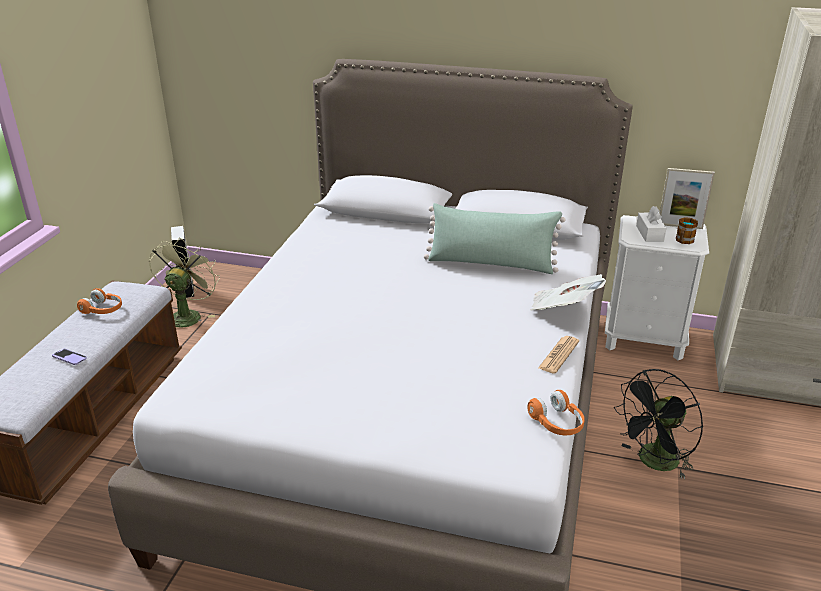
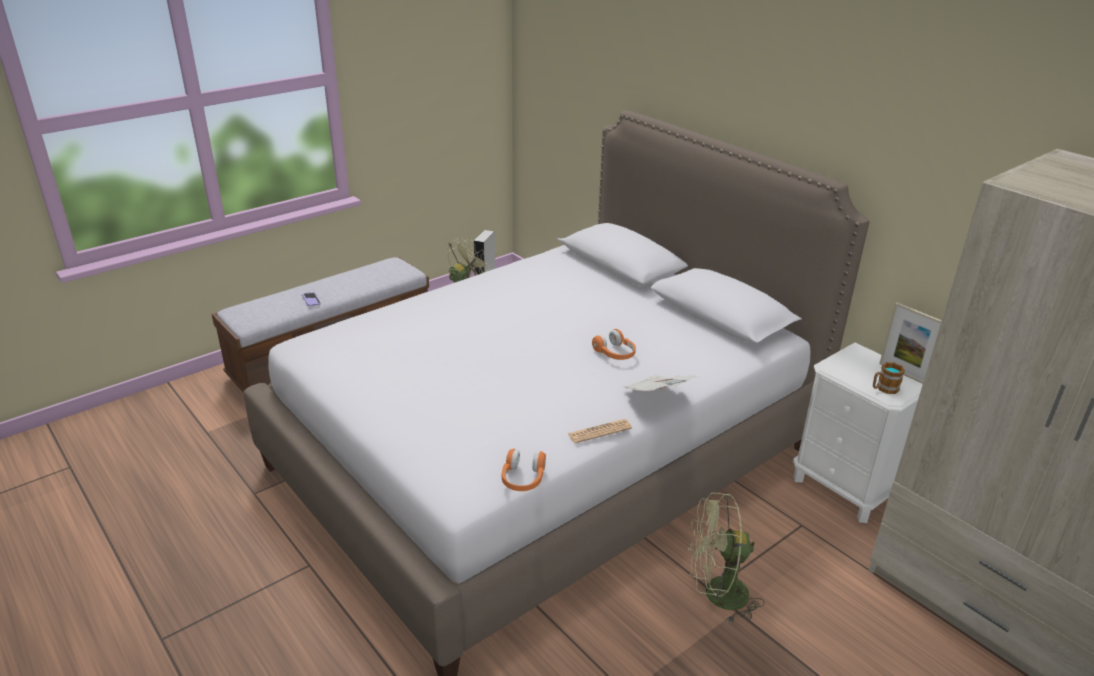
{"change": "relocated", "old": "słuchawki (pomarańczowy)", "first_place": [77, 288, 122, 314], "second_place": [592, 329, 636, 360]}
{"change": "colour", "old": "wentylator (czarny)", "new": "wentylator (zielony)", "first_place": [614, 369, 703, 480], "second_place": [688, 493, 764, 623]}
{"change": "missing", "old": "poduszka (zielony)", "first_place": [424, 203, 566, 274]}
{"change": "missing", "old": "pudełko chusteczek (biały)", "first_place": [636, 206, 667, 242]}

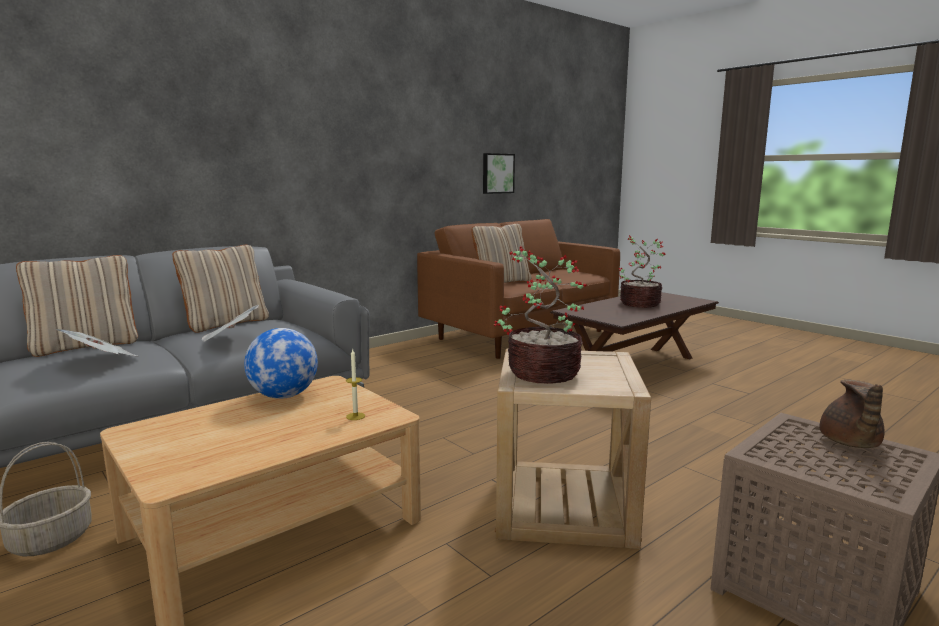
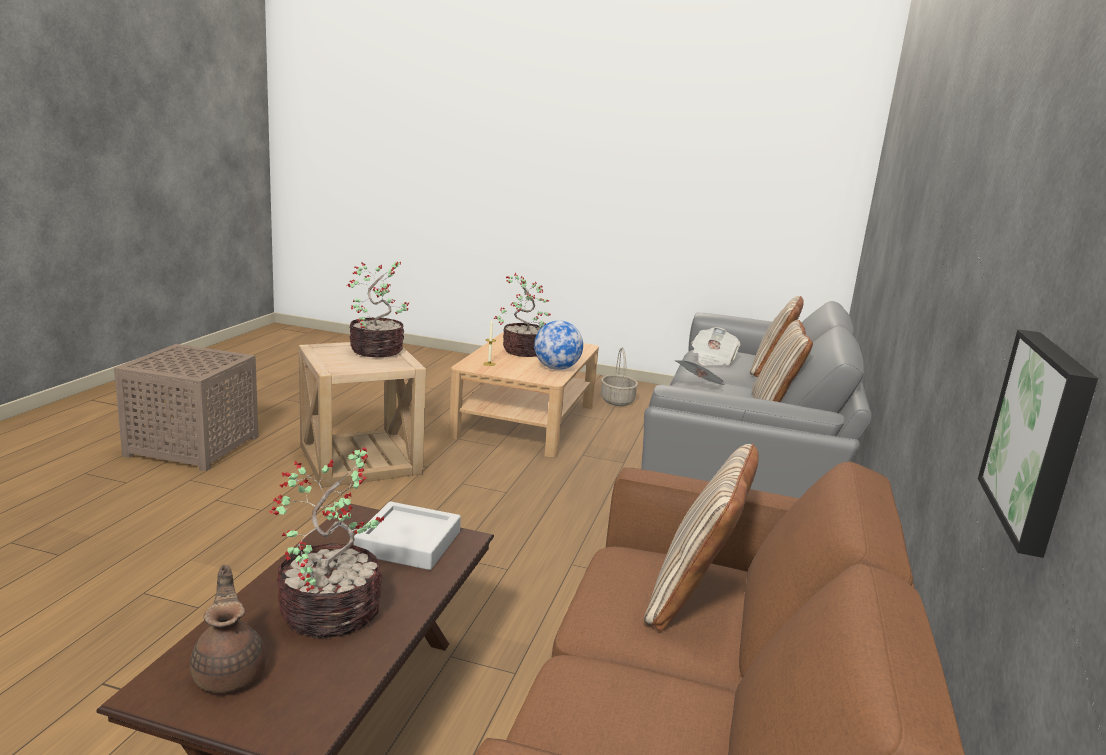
{"change": "relocated", "old": "imbryk (brązowy)", "first_place": [819, 380, 885, 448], "second_place": [190, 565, 266, 693]}
{"change": "appeared", "new": "taca (szary)", "second_place": [354, 501, 461, 570]}
{"change": "appeared", "new": "roślina doniczkowa", "second_place": [494, 273, 551, 357]}

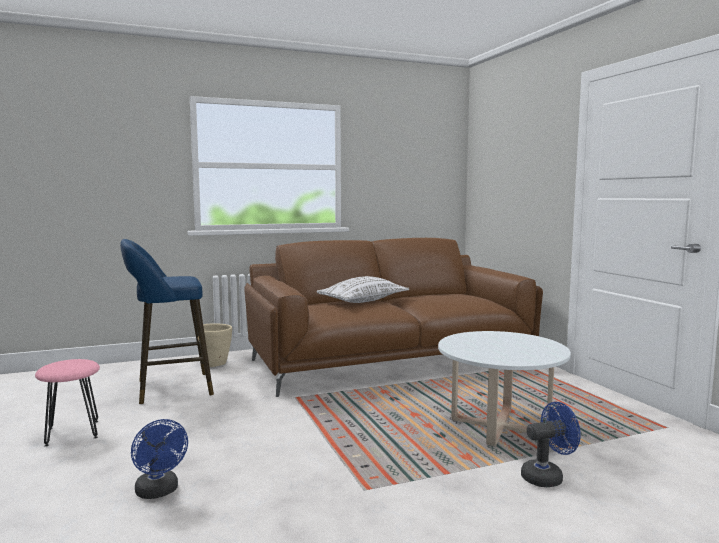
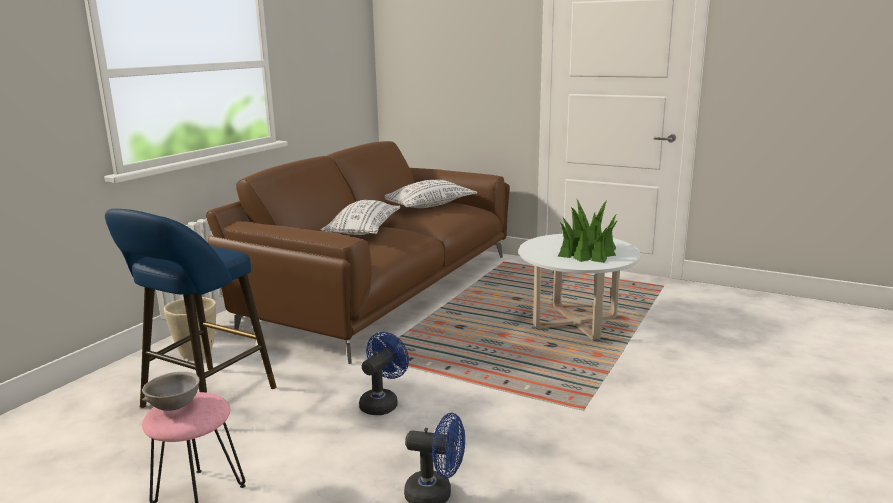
{"change": "appeared", "new": "miska (szary)", "second_place": [142, 372, 200, 411]}
{"change": "relocated", "old": "wentylator (niebieski)", "first_place": [521, 402, 581, 487], "second_place": [359, 332, 409, 415]}
{"change": "appeared", "new": "poduszka (biały)", "second_place": [384, 180, 477, 208]}
{"change": "appeared", "new": "roślina doniczkowa", "second_place": [557, 199, 618, 263]}

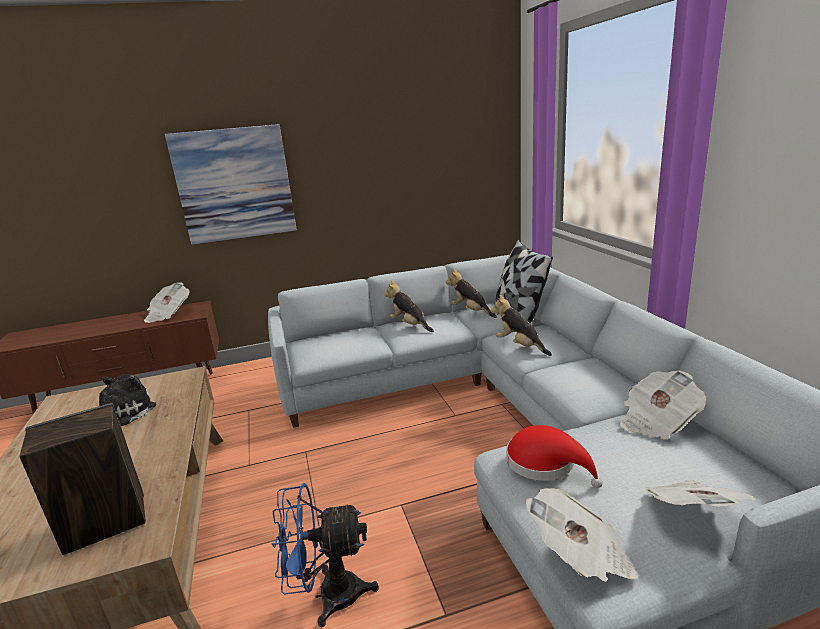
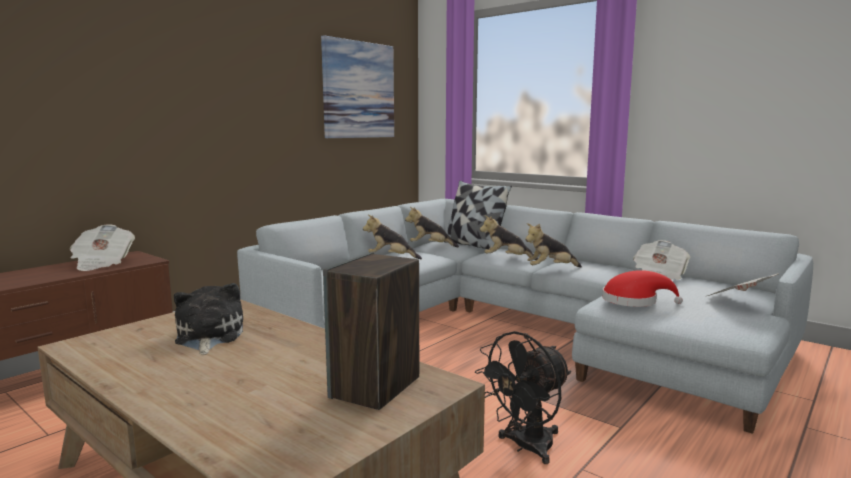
{"change": "relocated", "old": "obraz", "first_place": [165, 124, 297, 244], "second_place": [321, 35, 394, 138]}
{"change": "colour", "old": "wentylator (niebieski)", "new": "wentylator (czarny)", "first_place": [272, 483, 379, 627], "second_place": [475, 331, 571, 464]}
{"change": "appeared", "new": "pluszak", "second_place": [525, 223, 582, 267]}
{"change": "missing", "old": "gazeta", "first_place": [526, 488, 638, 582]}

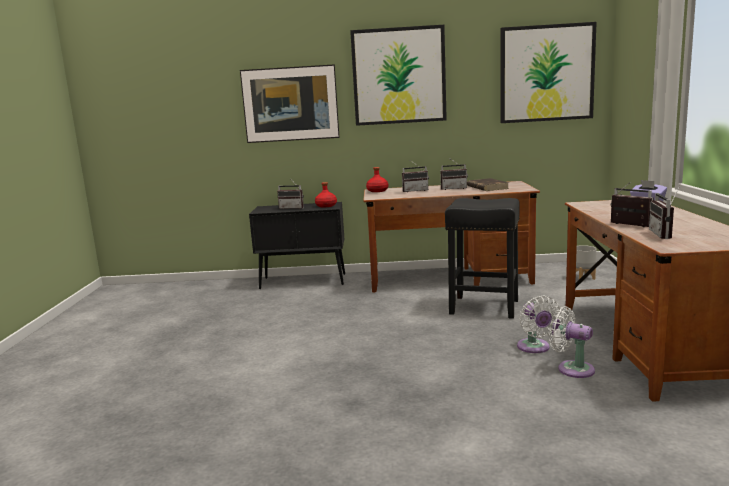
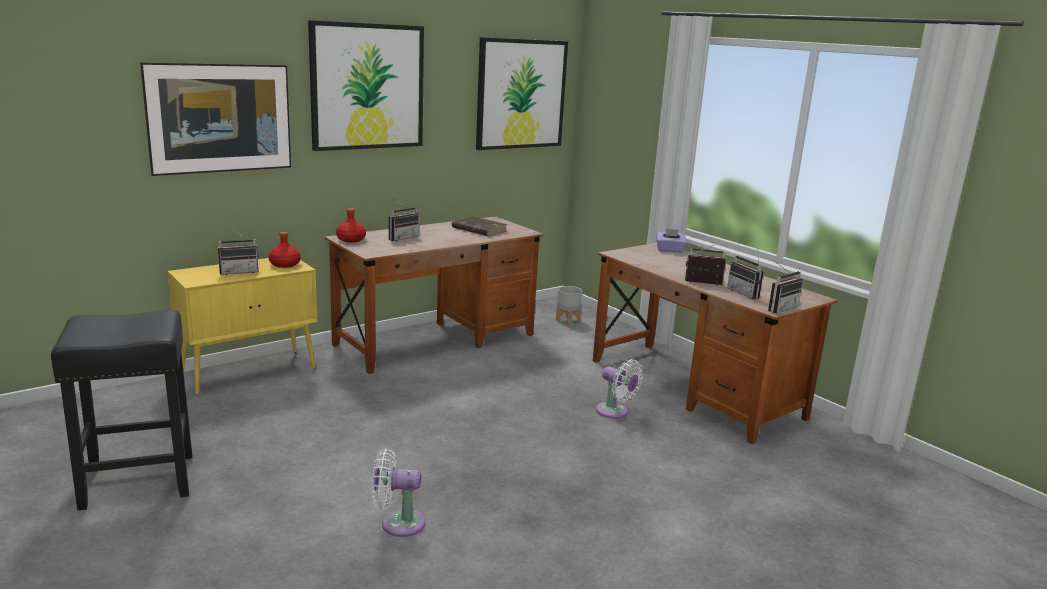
{"change": "relocated", "old": "stołek (czarny)", "first_place": [445, 198, 520, 319], "second_place": [51, 310, 192, 511]}
{"change": "colour", "old": "szafka (czarny)", "new": "szafka (żółty)", "first_place": [249, 202, 345, 289], "second_place": [168, 258, 317, 395]}
{"change": "relocated", "old": "wentylator (biały)", "first_place": [549, 306, 595, 378], "second_place": [372, 449, 425, 537]}
{"change": "relocated", "old": "radio", "first_place": [440, 159, 468, 190], "second_place": [768, 261, 803, 313]}

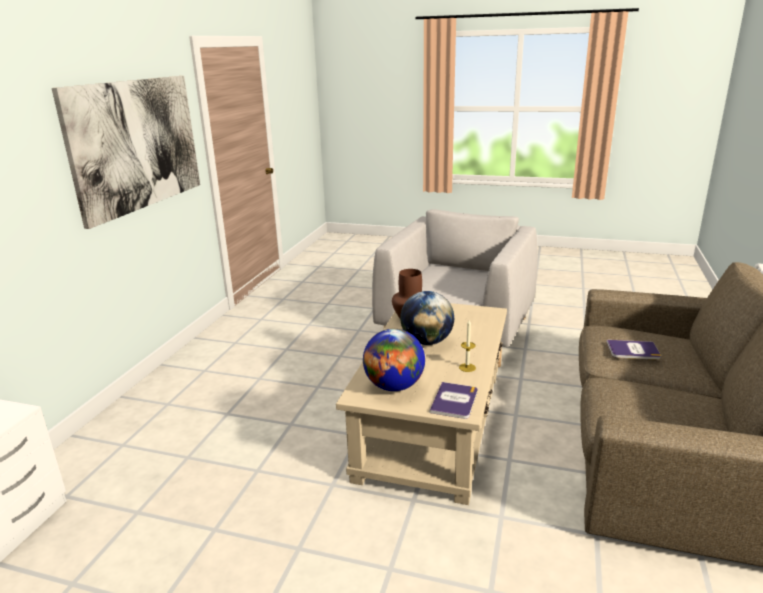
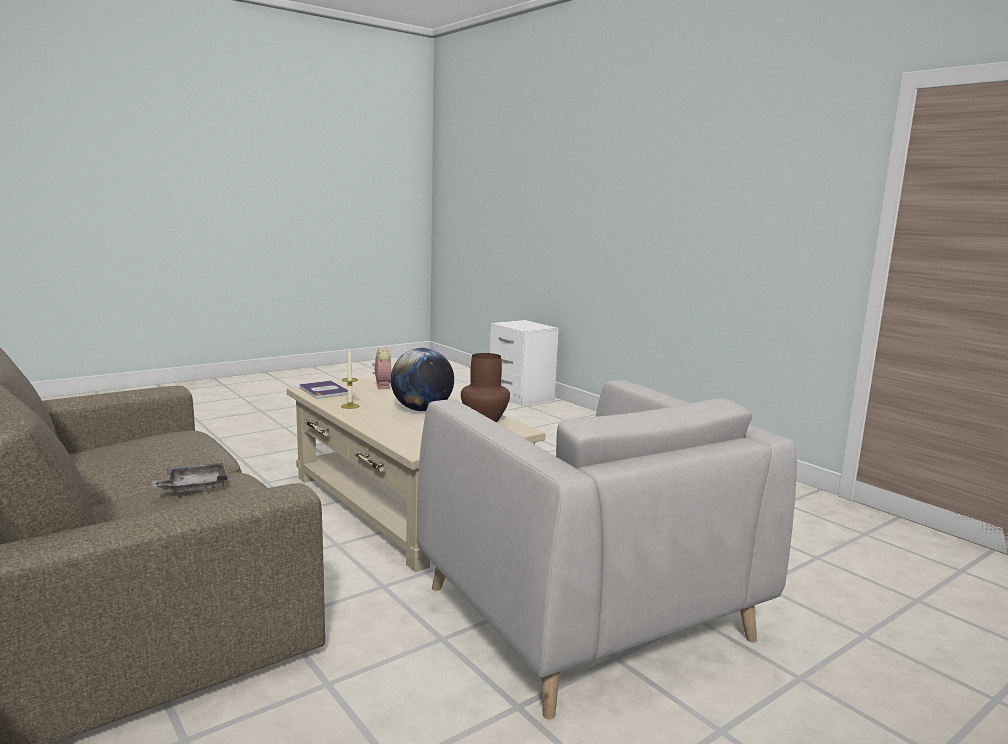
{"change": "exchanged", "old": "książka", "new": "taca (szary)", "first_place": [607, 340, 661, 360], "second_place": [152, 463, 227, 492]}
{"change": "exchanged", "old": "globus", "new": "budzik", "first_place": [363, 329, 425, 391], "second_place": [373, 347, 392, 389]}
{"change": "missing", "old": "obraz", "first_place": [52, 76, 200, 229]}

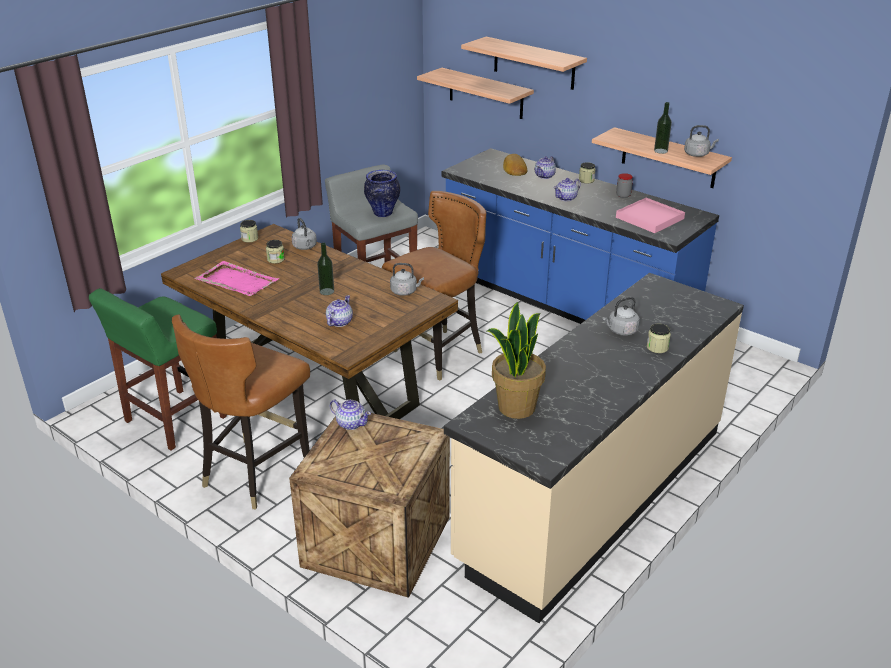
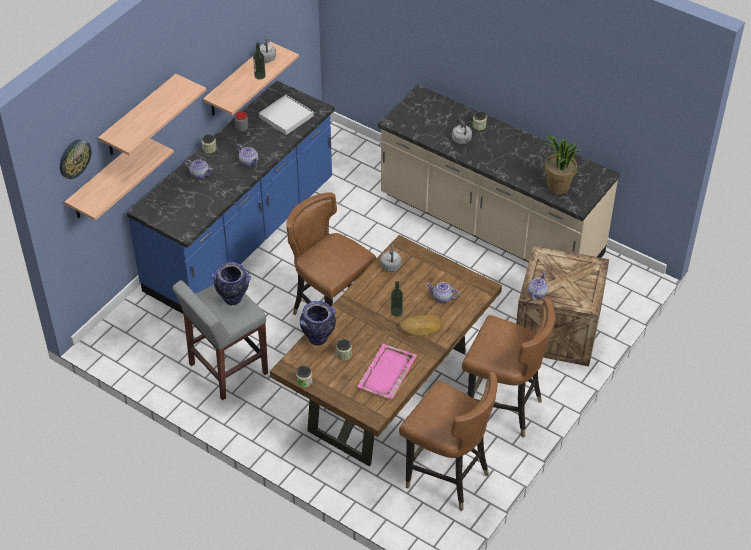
{"change": "appeared", "new": "zegar ścienny", "second_place": [60, 139, 91, 179]}
{"change": "colour", "old": "taca (różowy)", "new": "taca (biały)", "first_place": [616, 198, 685, 233], "second_place": [259, 95, 314, 135]}
{"change": "exchanged", "old": "czajnik (szary)", "new": "wazon", "first_place": [292, 218, 317, 250], "second_place": [299, 301, 336, 346]}
{"change": "relocated", "old": "chleb", "first_place": [503, 154, 527, 176], "second_place": [399, 315, 443, 336]}
{"change": "exchanged", "old": "stołek (zielony)", "new": "krzesło (brązowy)", "first_place": [89, 288, 227, 450], "second_place": [399, 372, 497, 511]}

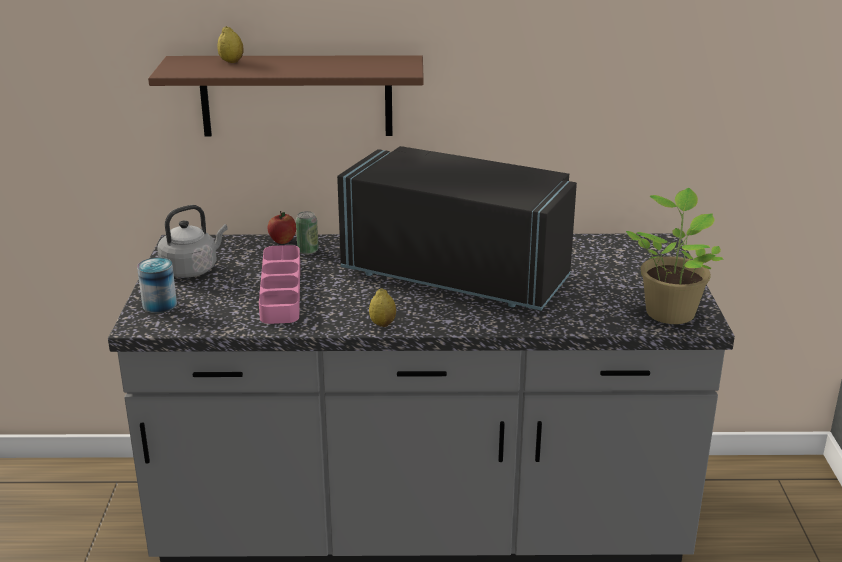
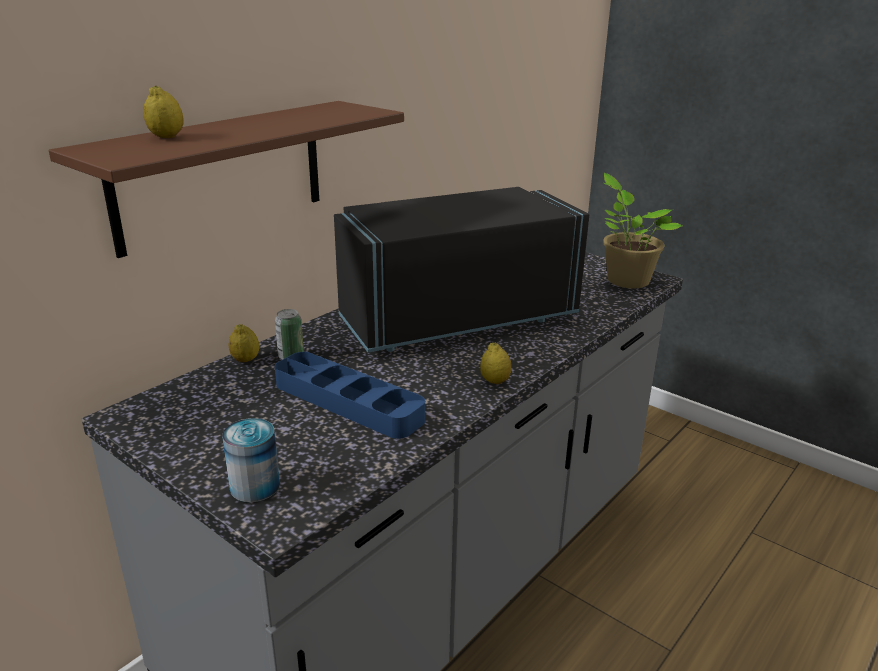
{"change": "exchanged", "old": "jabłko", "new": "cytryna", "first_place": [268, 211, 296, 244], "second_place": [229, 324, 260, 362]}
{"change": "colour", "old": "taca (różowy)", "new": "taca (niebieski)", "first_place": [259, 245, 300, 324], "second_place": [275, 352, 425, 439]}
{"change": "missing", "old": "czajnik (szary)", "first_place": [157, 205, 228, 278]}

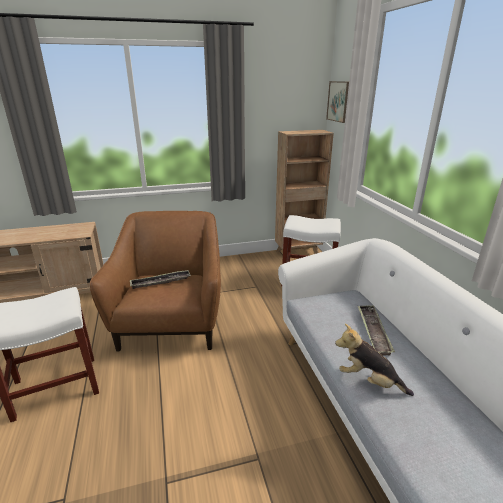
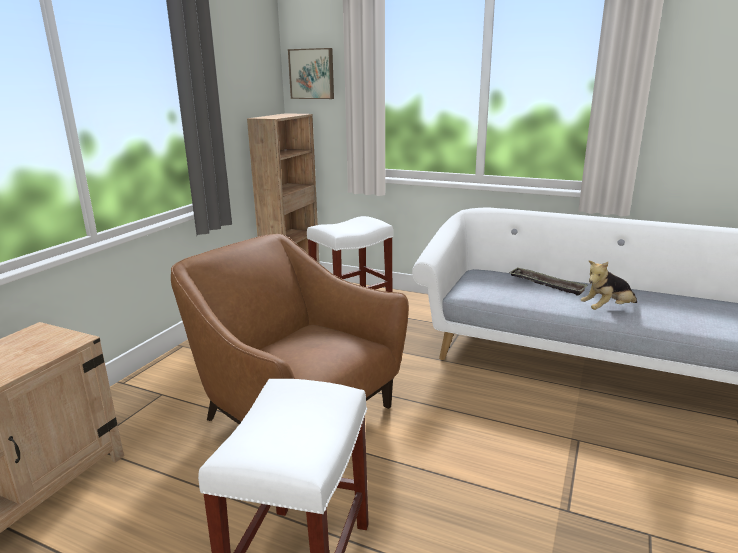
{"change": "missing", "old": "taca", "first_place": [130, 270, 191, 289]}

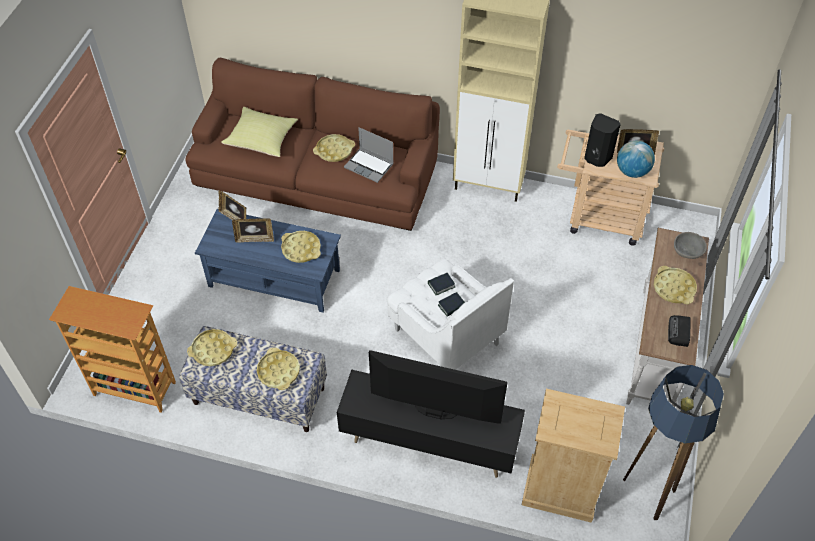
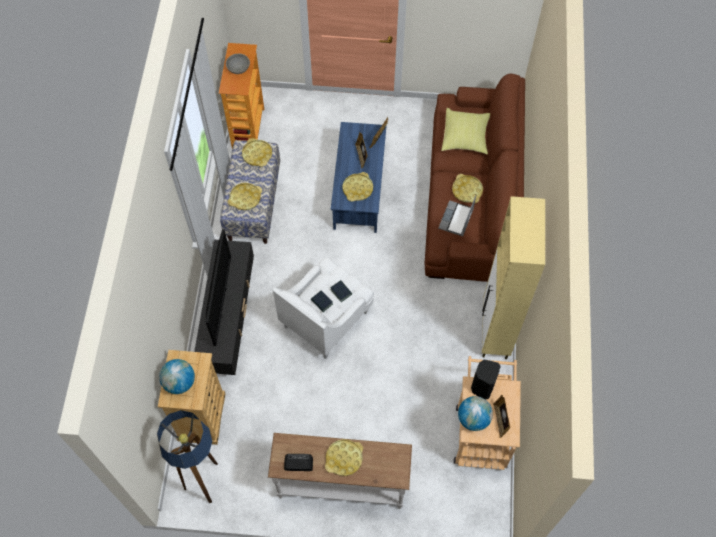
{"change": "appeared", "new": "globus", "second_place": [159, 359, 195, 394]}
{"change": "relocated", "old": "miska (szary)", "first_place": [674, 232, 707, 259], "second_place": [226, 54, 250, 74]}

